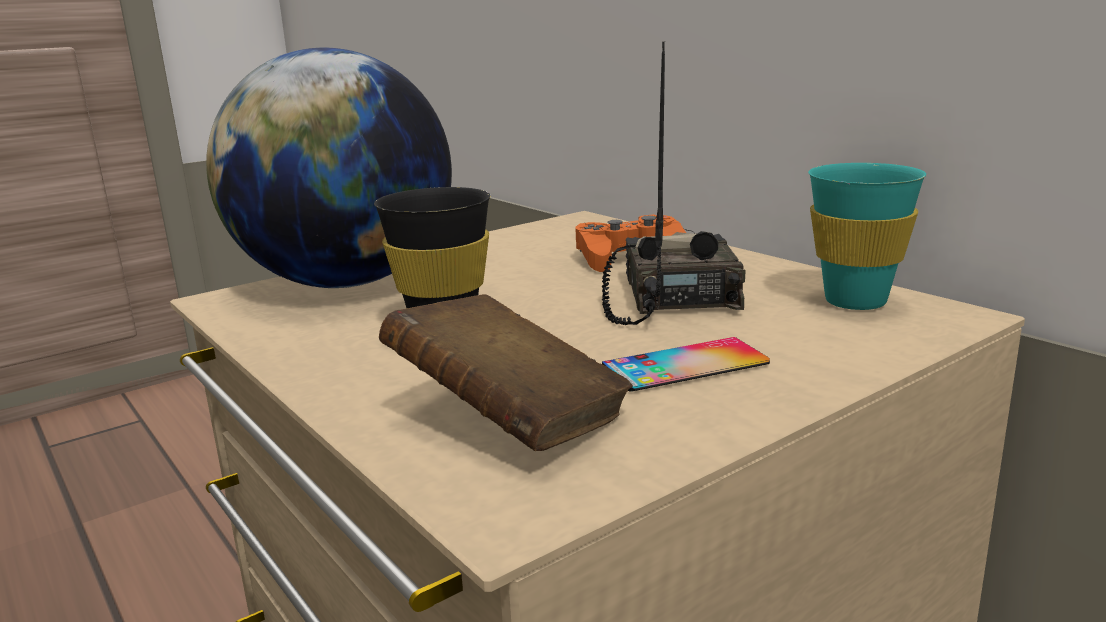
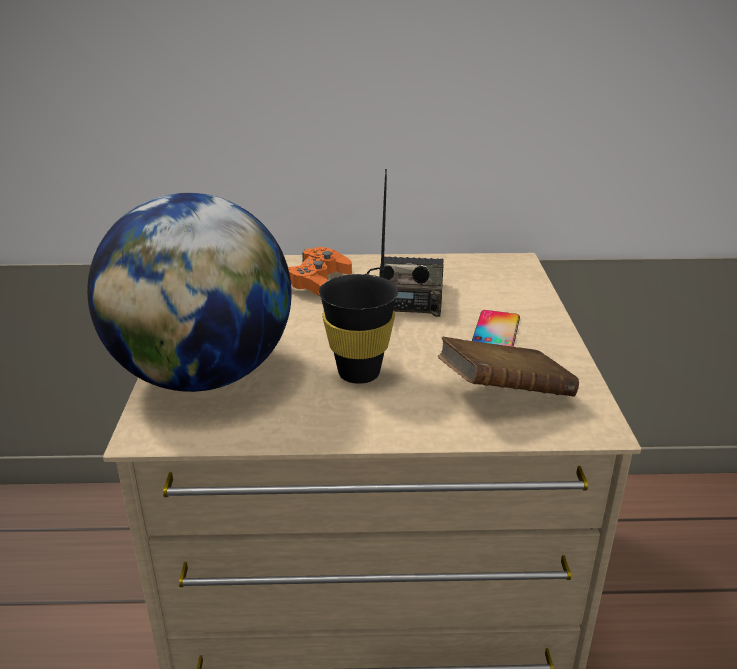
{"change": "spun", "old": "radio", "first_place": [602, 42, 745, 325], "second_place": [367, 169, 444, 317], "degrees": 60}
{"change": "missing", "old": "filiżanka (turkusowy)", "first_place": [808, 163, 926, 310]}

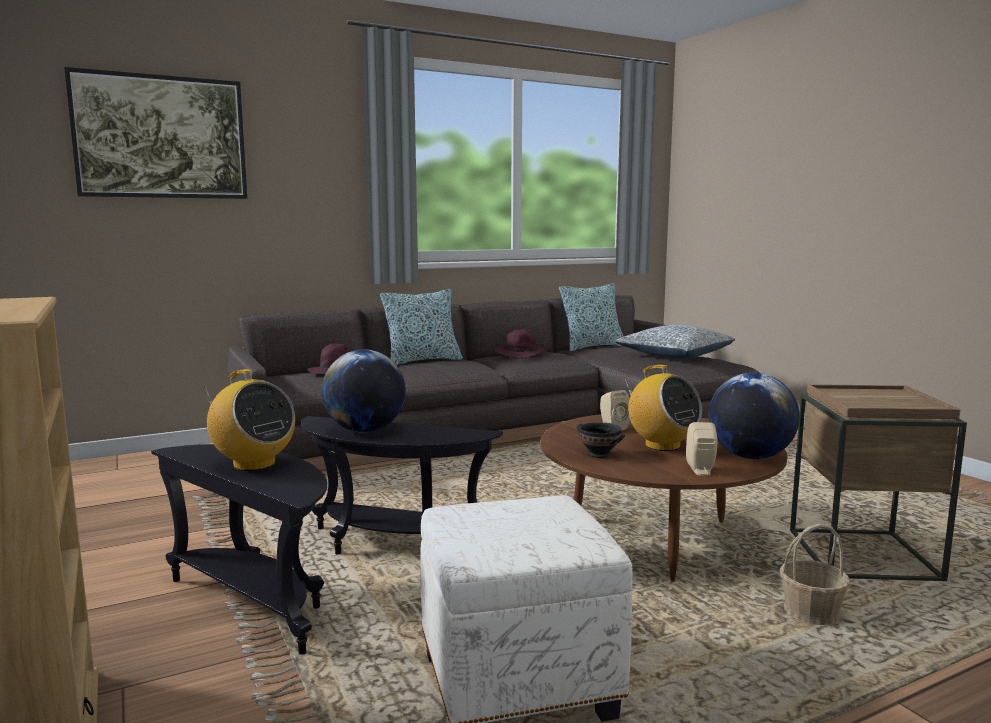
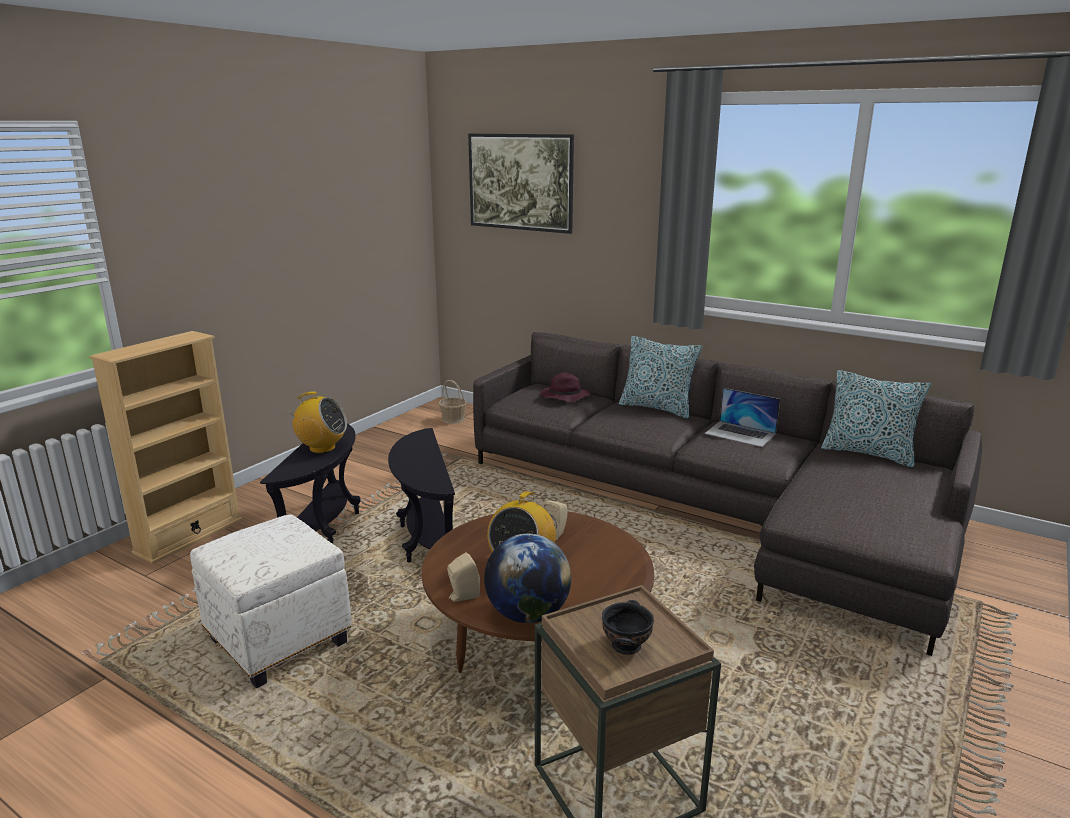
{"change": "spun", "old": "radio", "first_place": [204, 369, 295, 471], "second_place": [285, 392, 347, 453], "degrees": -90}
{"change": "relocated", "old": "koszyk", "first_place": [780, 524, 851, 625], "second_place": [438, 380, 467, 424]}
{"change": "relocated", "old": "miska (czarny)", "first_place": [577, 422, 625, 458], "second_place": [602, 600, 654, 655]}
{"change": "exchanged", "old": "kapelusz (fioletowy)", "new": "laptop", "first_place": [494, 329, 547, 359], "second_place": [705, 388, 780, 447]}
{"change": "missing", "old": "globus", "first_place": [322, 349, 406, 432]}
{"change": "missing", "old": "poduszka", "first_place": [615, 325, 735, 358]}

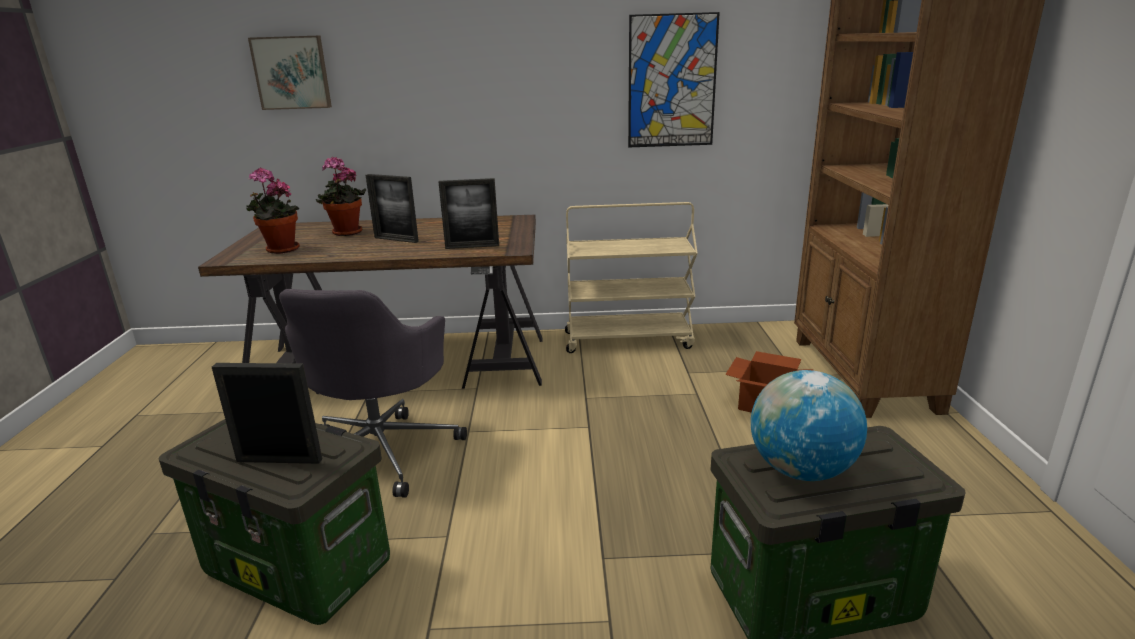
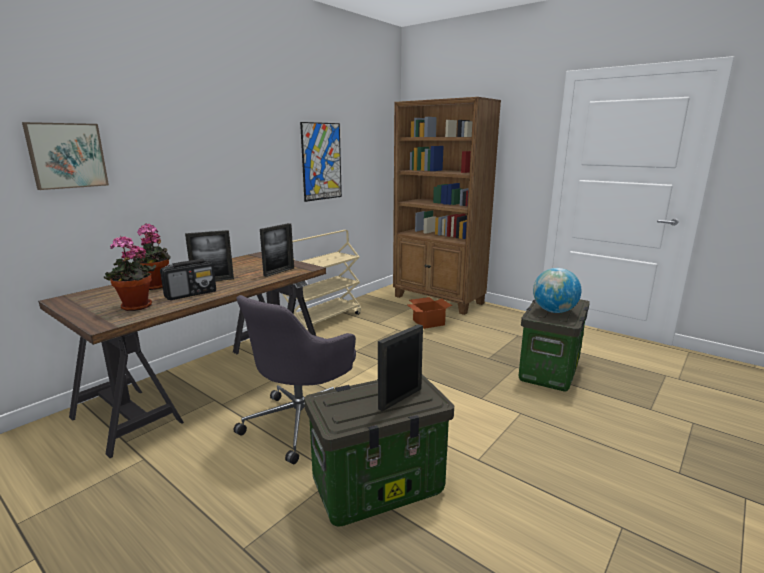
{"change": "appeared", "new": "radio", "second_place": [160, 259, 216, 300]}
{"change": "spun", "old": "krzesło biurowe (szary)", "first_place": [279, 289, 467, 498], "second_place": [234, 295, 356, 464], "degrees": 75}

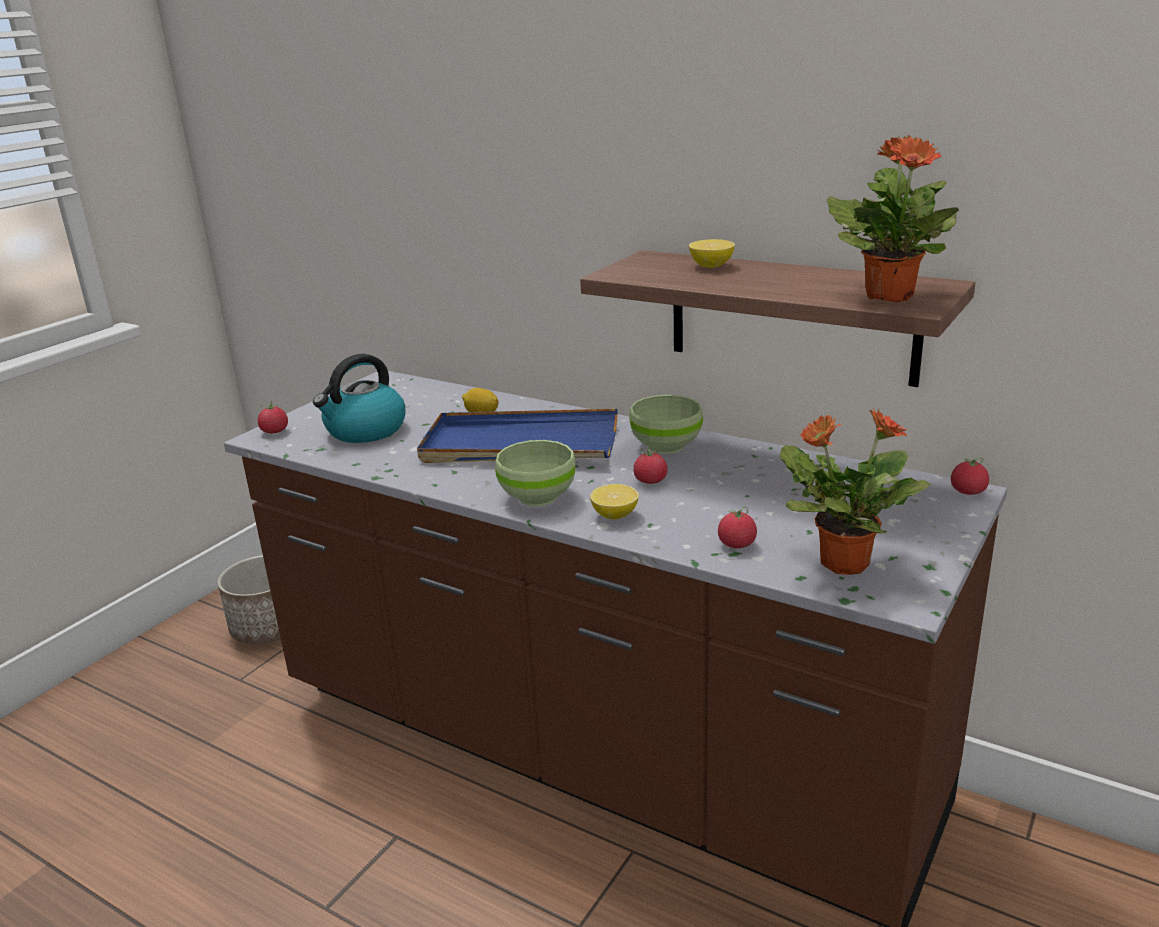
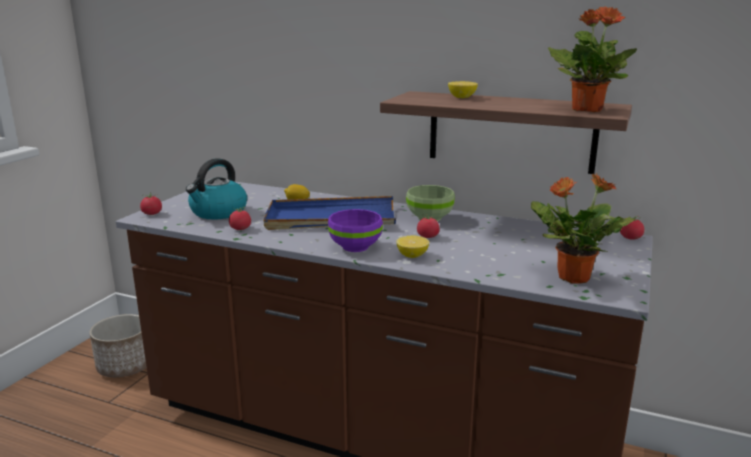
{"change": "relocated", "old": "pomidor", "first_place": [718, 506, 757, 548], "second_place": [229, 207, 251, 230]}
{"change": "colour", "old": "miska (zielony)", "new": "miska (fioletowy)", "first_place": [495, 440, 575, 506], "second_place": [328, 209, 383, 252]}

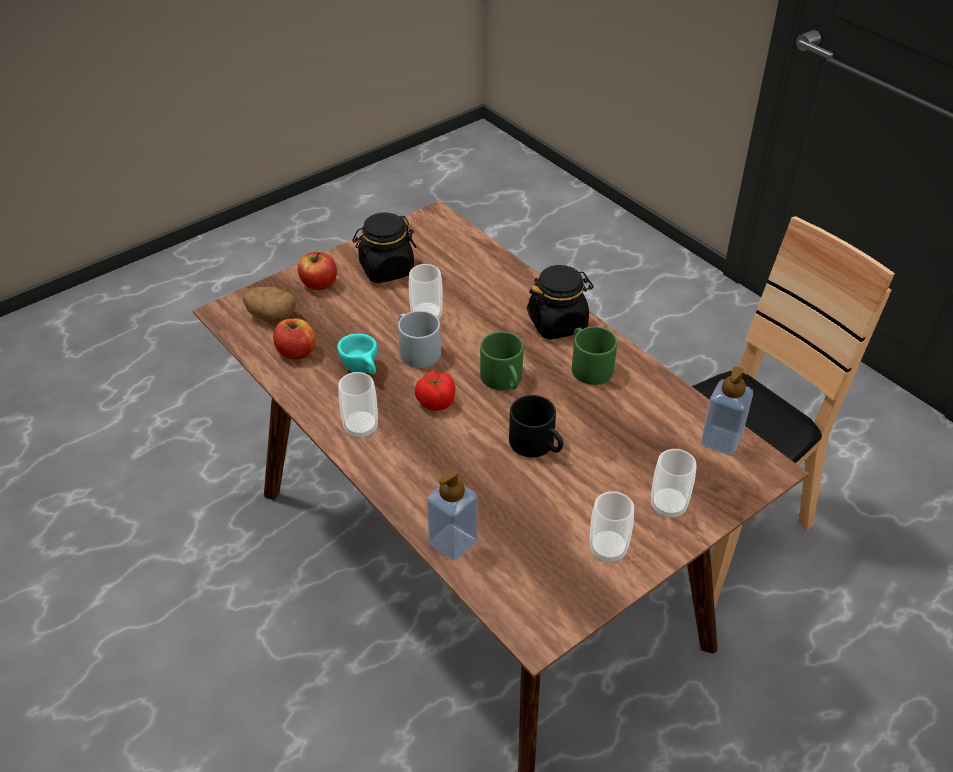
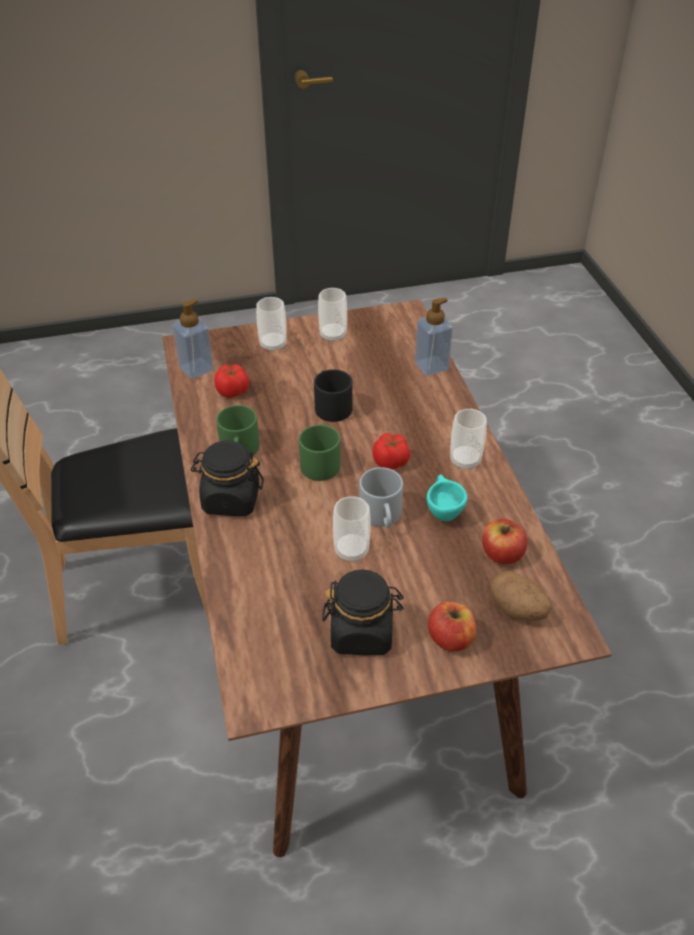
{"change": "appeared", "new": "pomidor", "second_place": [214, 364, 249, 398]}

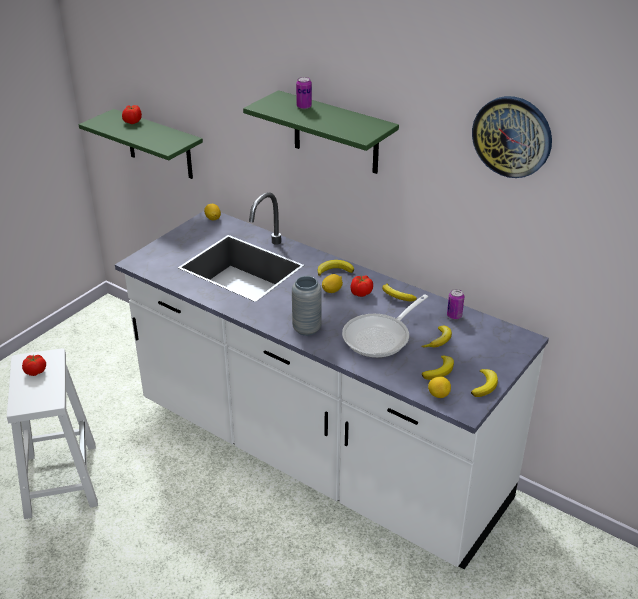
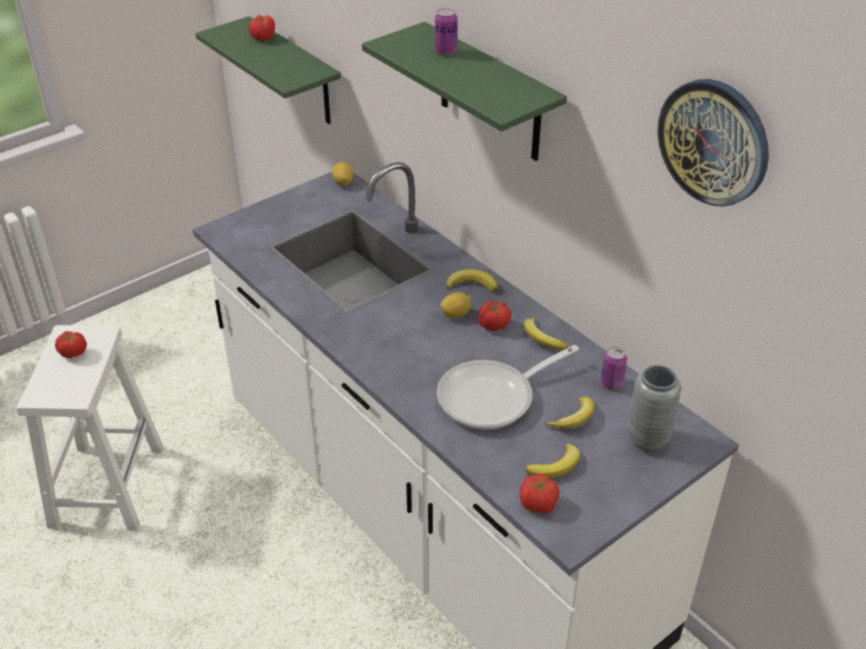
{"change": "exchanged", "old": "cytryna", "new": "pomidor", "first_place": [428, 376, 451, 398], "second_place": [520, 473, 559, 513]}
{"change": "relocated", "old": "wazon (szary)", "first_place": [292, 276, 322, 336], "second_place": [627, 365, 681, 451]}
{"change": "missing", "old": "banan", "first_place": [471, 369, 498, 397]}

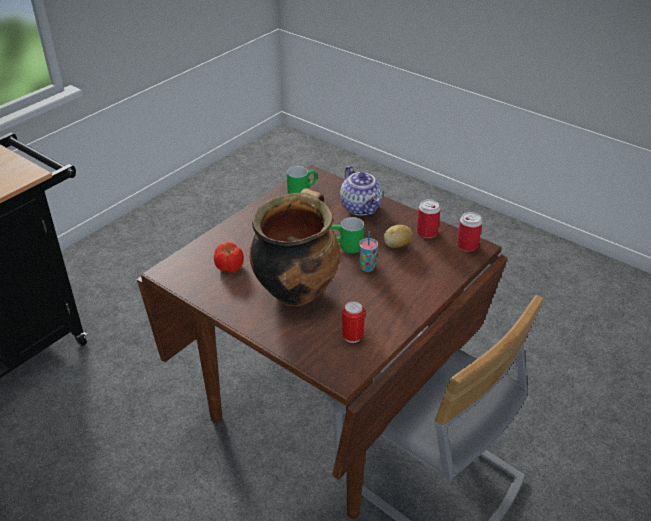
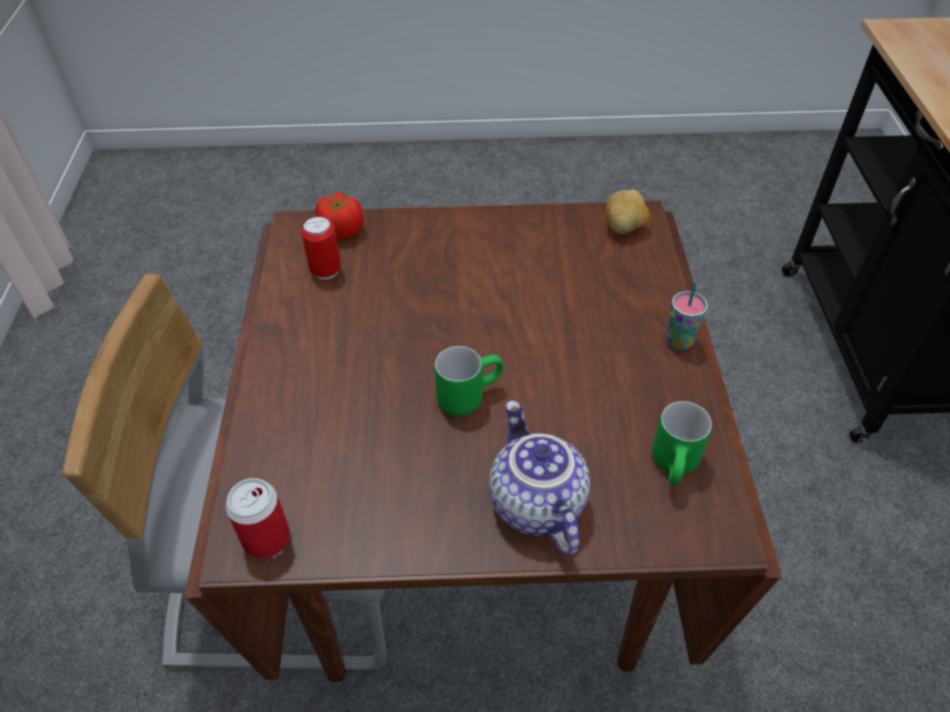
{"change": "relocated", "old": "pomidor", "first_place": [214, 242, 244, 272], "second_place": [315, 192, 364, 239]}
{"change": "spun", "old": "imbryk", "first_place": [340, 166, 383, 216], "second_place": [489, 400, 590, 555], "degrees": 45}
{"change": "relocated", "old": "ziemniak", "first_place": [383, 225, 412, 248], "second_place": [605, 189, 650, 234]}
{"change": "relocated", "old": "filiżanka", "first_place": [359, 231, 378, 272], "second_place": [666, 282, 708, 350]}
{"change": "missing", "old": "garnek", "first_place": [250, 189, 340, 306]}
{"change": "missing", "old": "puszka", "first_place": [417, 199, 440, 238]}

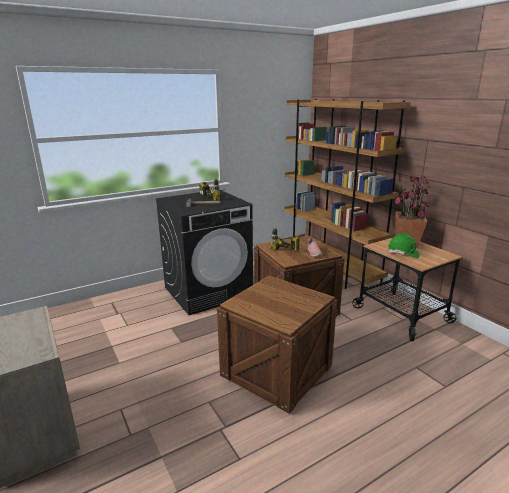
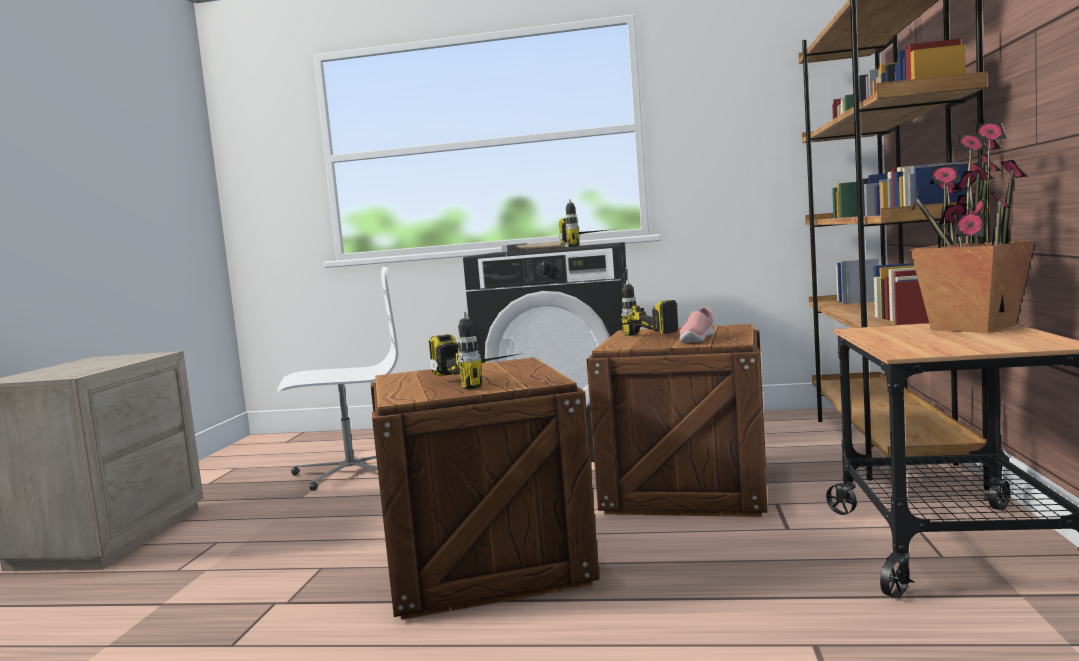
{"change": "appeared", "new": "krzesło biurowe (biały)", "second_place": [277, 267, 398, 491]}
{"change": "appeared", "new": "wiertarka", "second_place": [429, 312, 523, 389]}
{"change": "missing", "old": "kask (zielony)", "first_place": [387, 233, 420, 258]}

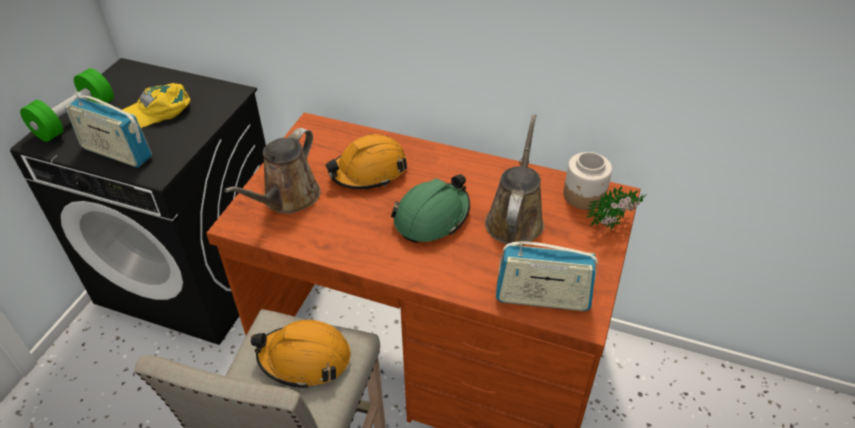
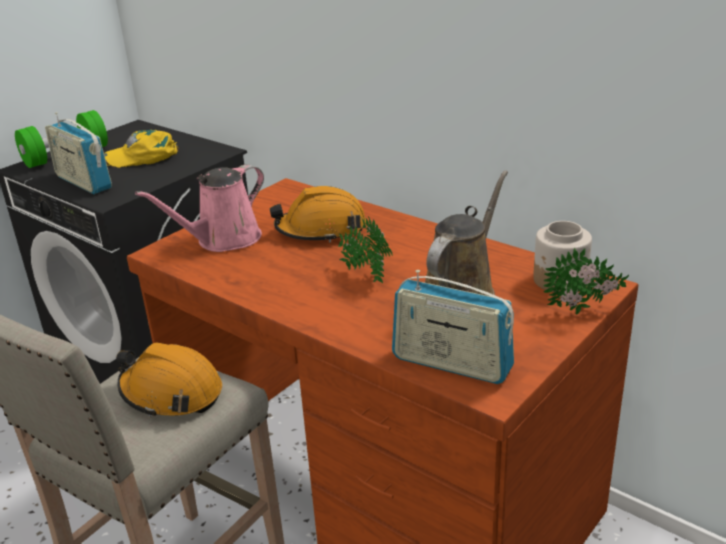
{"change": "colour", "old": "konewka (brązowy)", "new": "konewka (różowy)", "first_place": [224, 128, 320, 214], "second_place": [135, 165, 264, 252]}
{"change": "exchanged", "old": "kask (zielony)", "new": "roślina doniczkowa", "first_place": [391, 174, 470, 243], "second_place": [338, 217, 392, 284]}

